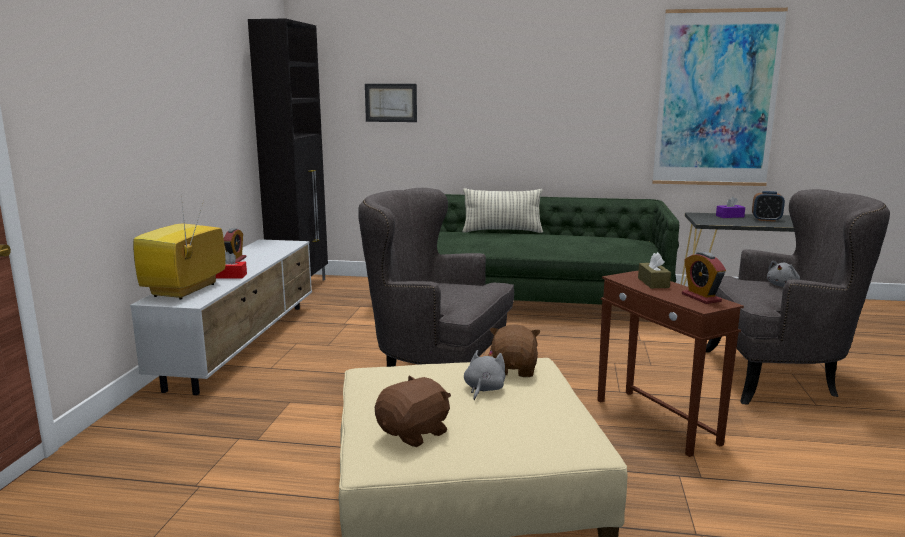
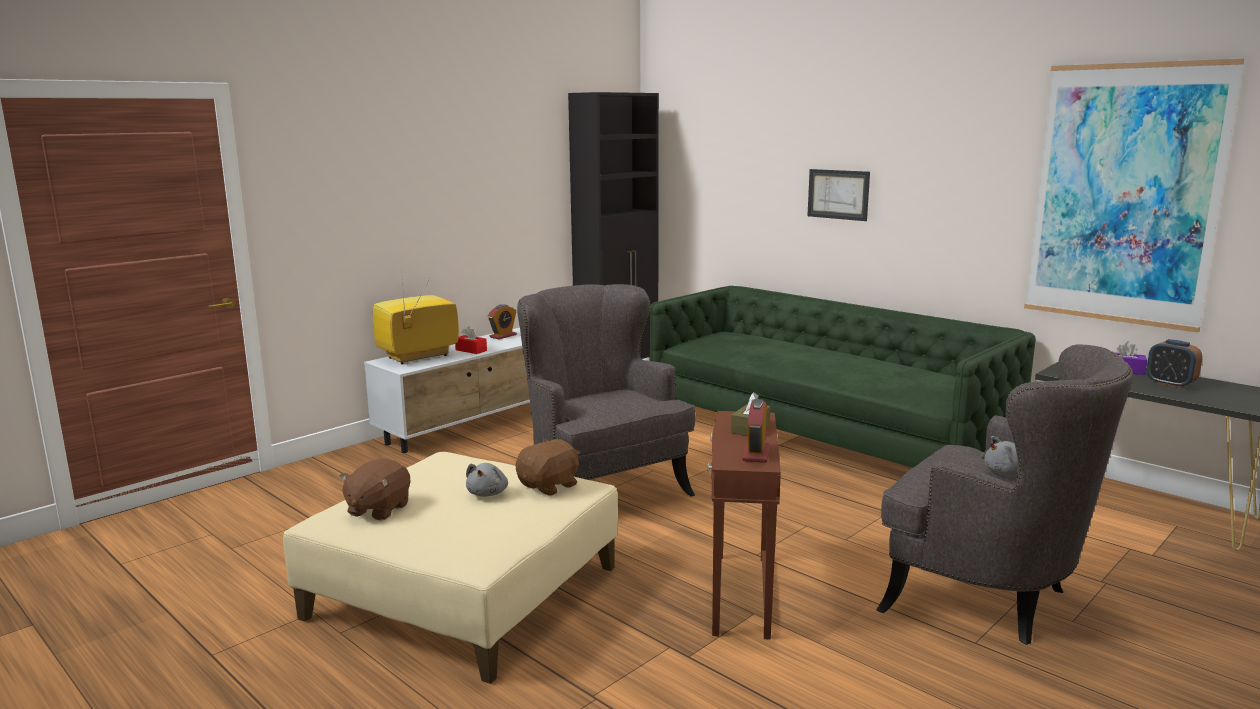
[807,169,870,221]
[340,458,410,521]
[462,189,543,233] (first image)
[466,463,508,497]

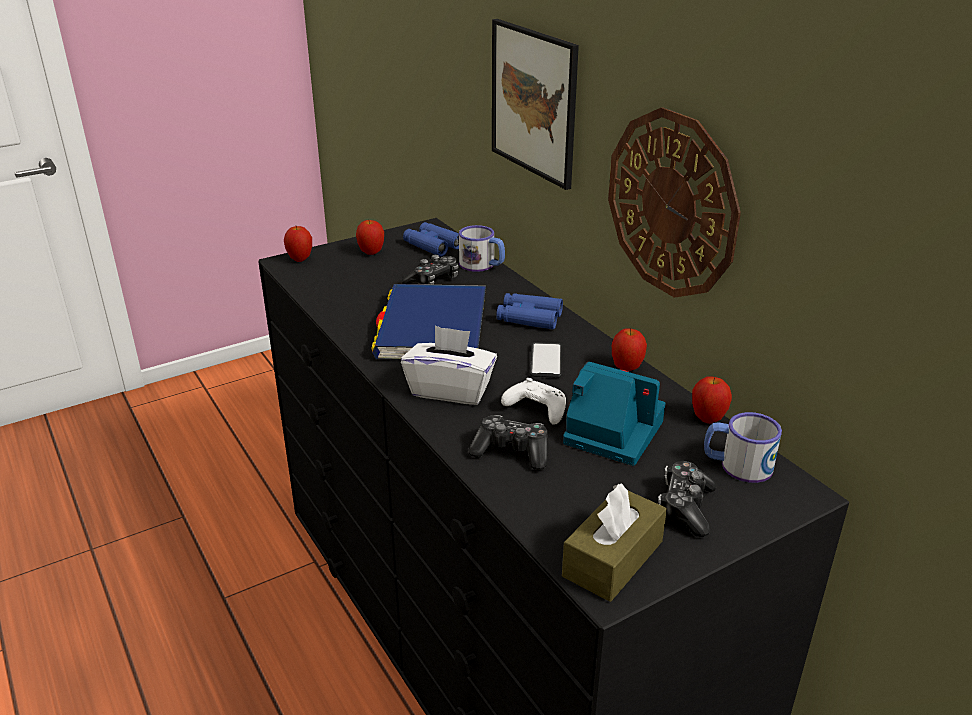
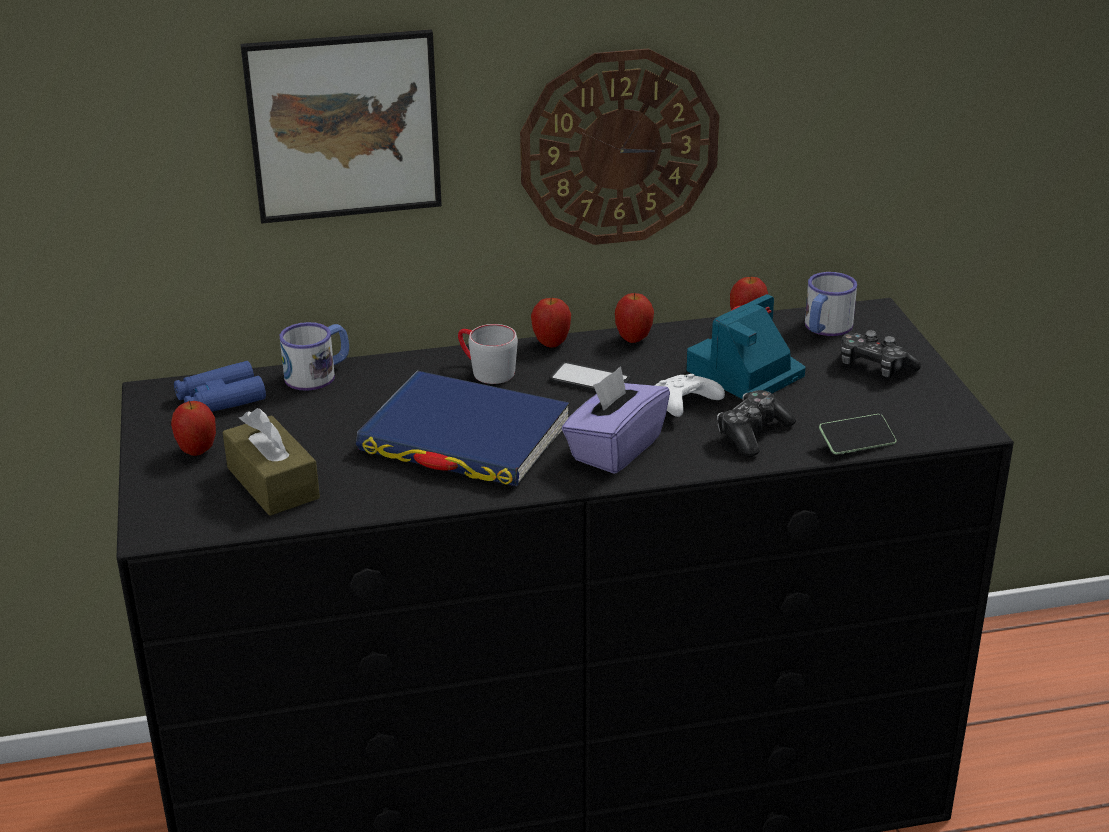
[531,297,571,347]
[401,255,459,285] (first image)
[562,366,670,474]
[458,324,518,384]
[223,408,320,516]
[819,414,896,454]

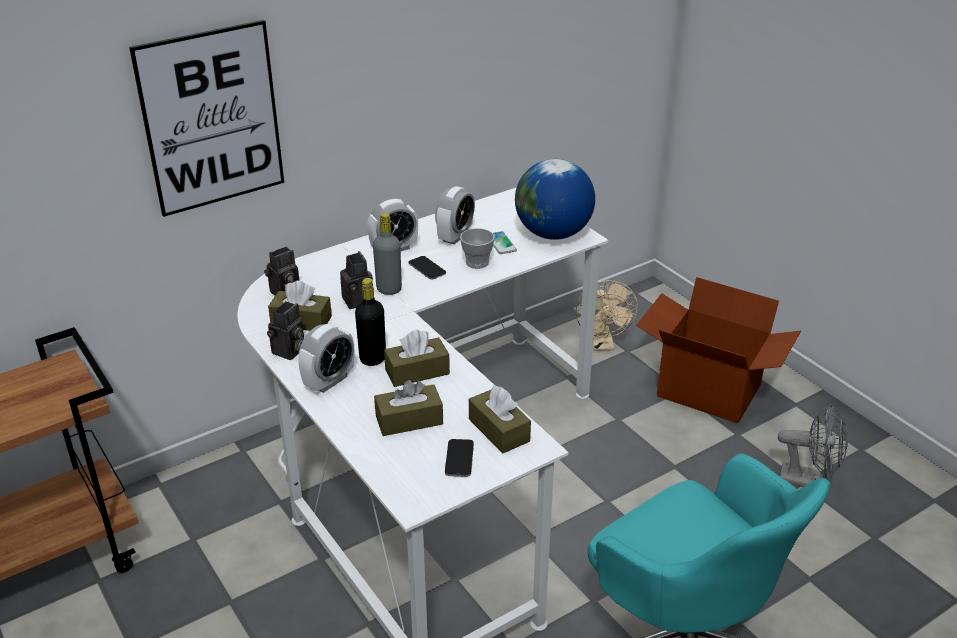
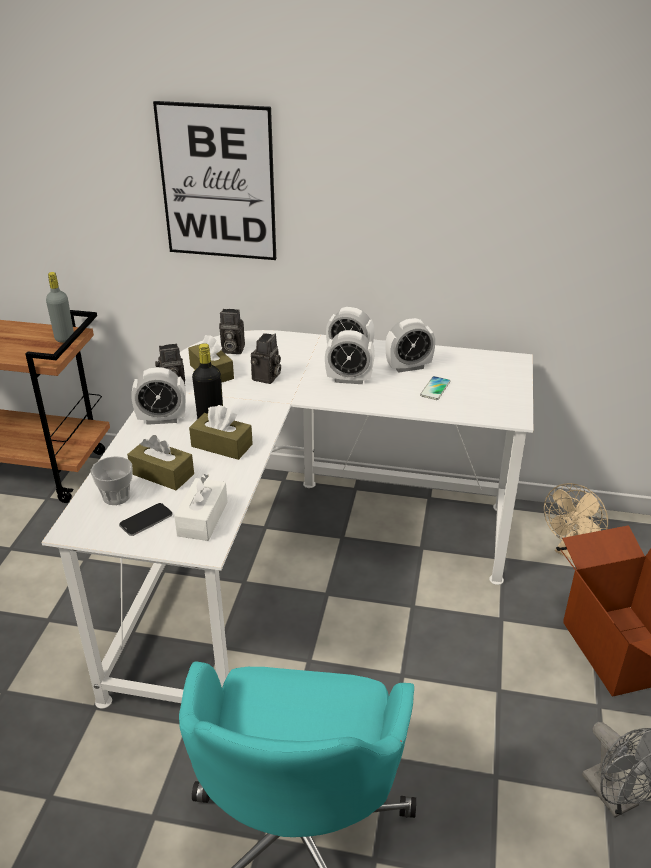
[46,272,74,343]
[325,330,375,384]
[91,456,132,505]
[174,474,228,541]
[515,159,595,240] (first image)

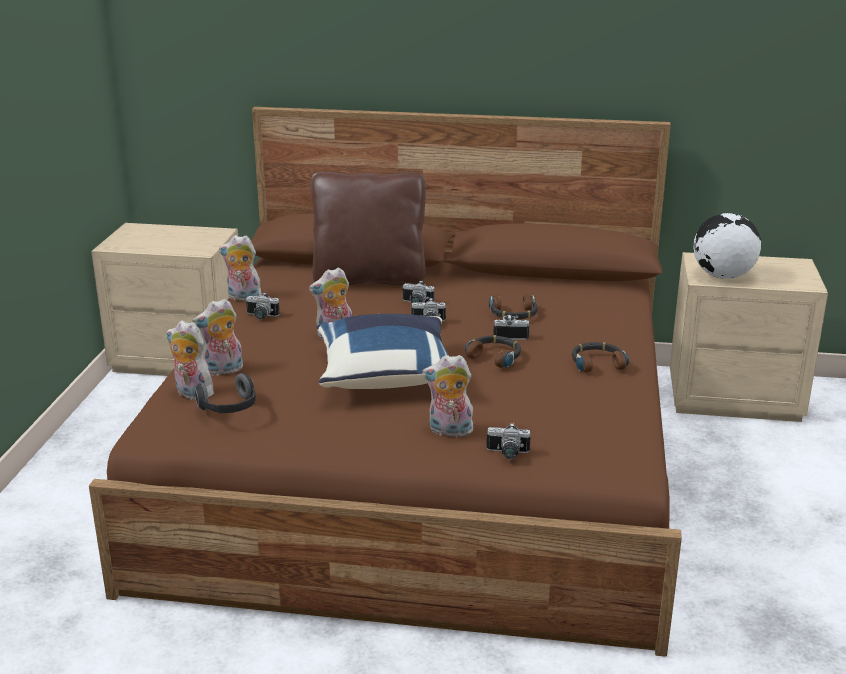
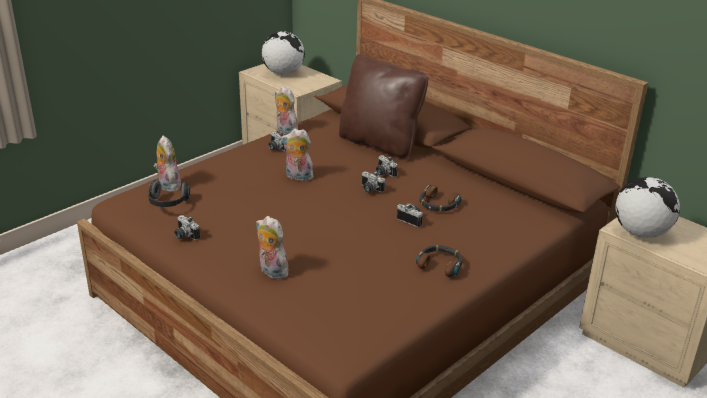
[193,299,243,376] (first image)
[316,314,449,389] (first image)
[465,335,521,368] (first image)
[174,215,200,240]
[262,31,305,75]

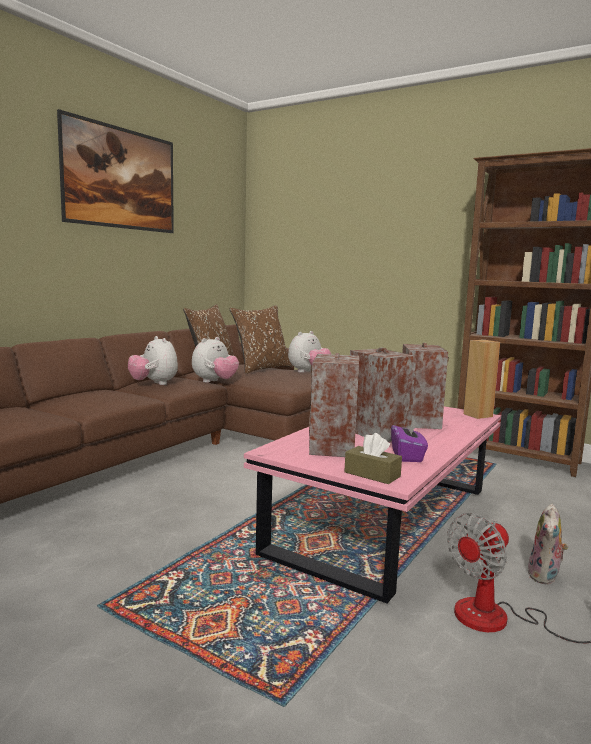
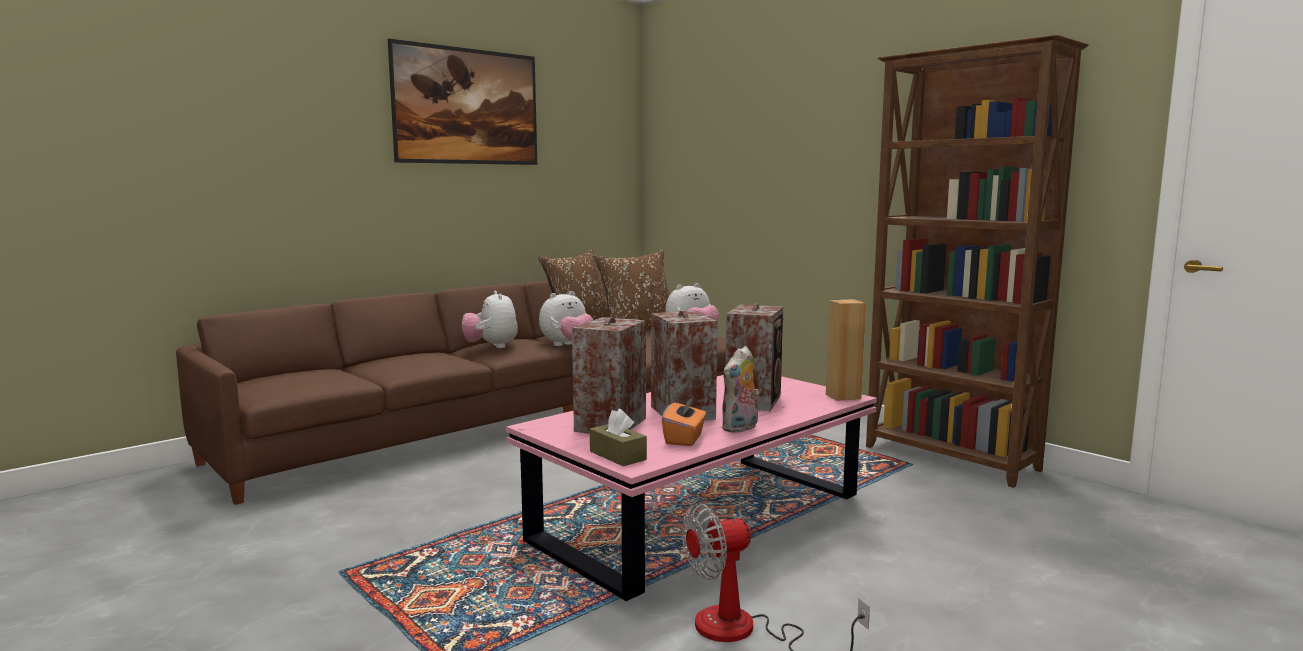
[662,396,706,446]
[722,346,759,433]

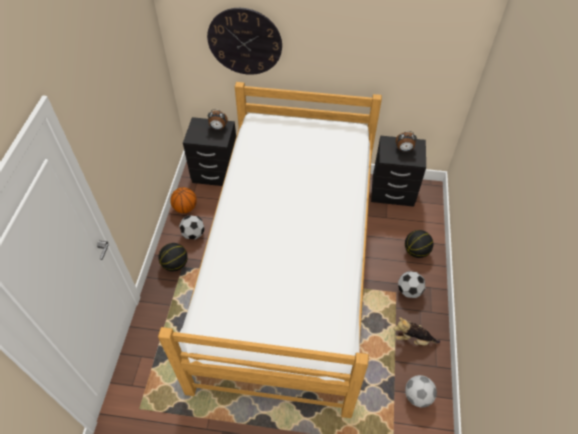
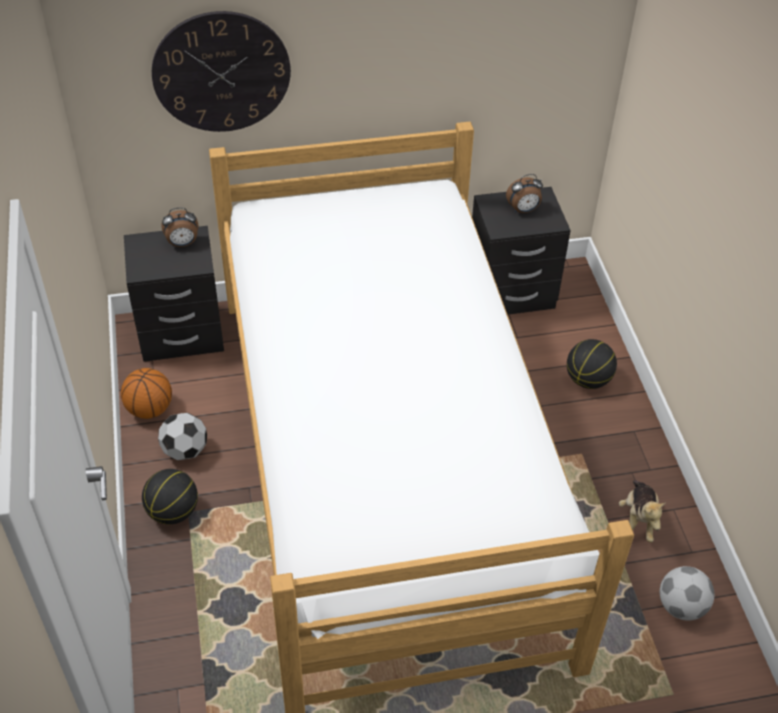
[619,480,666,543]
[398,271,425,298] (first image)

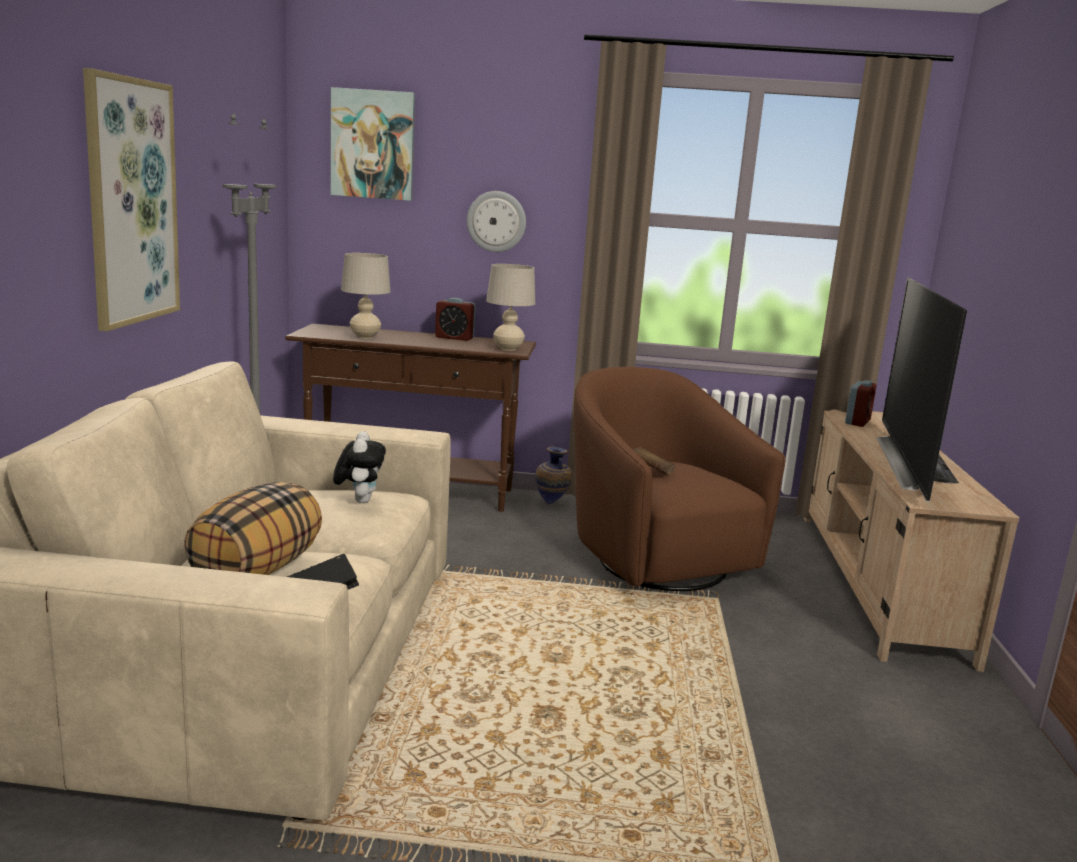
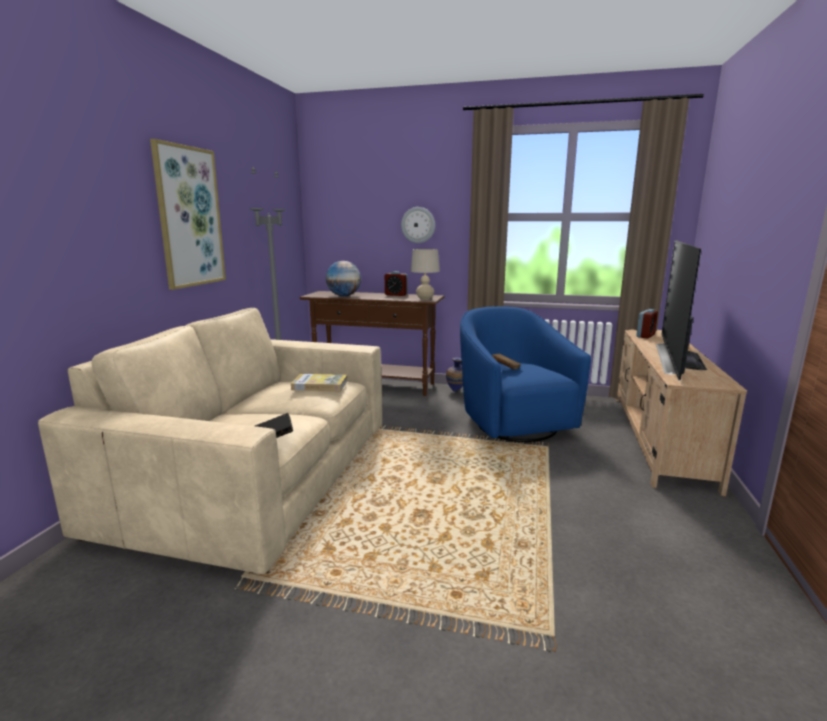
[184,482,322,575] (first image)
[331,87,415,201] (first image)
[291,374,347,391]
[326,261,361,296]
[460,306,591,442]

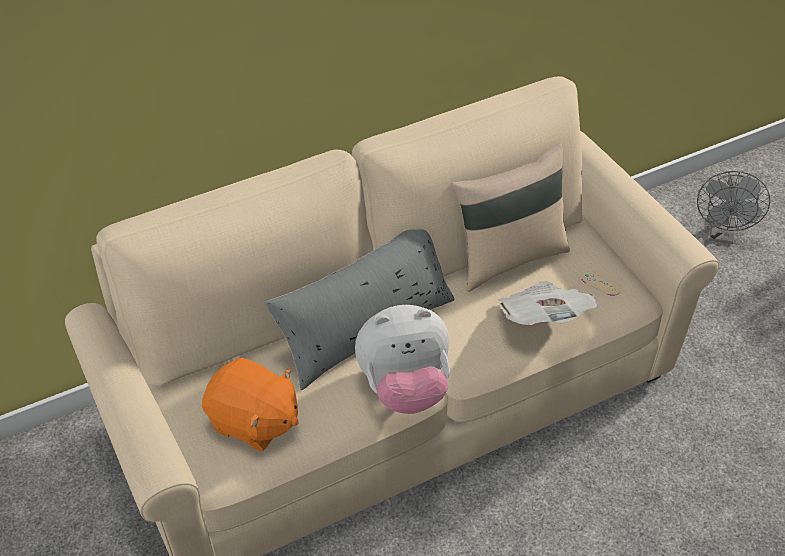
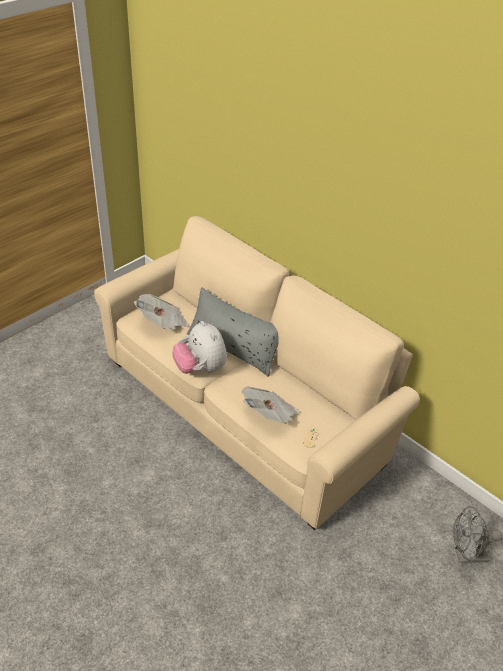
[134,294,189,330]
[450,143,570,292] (first image)

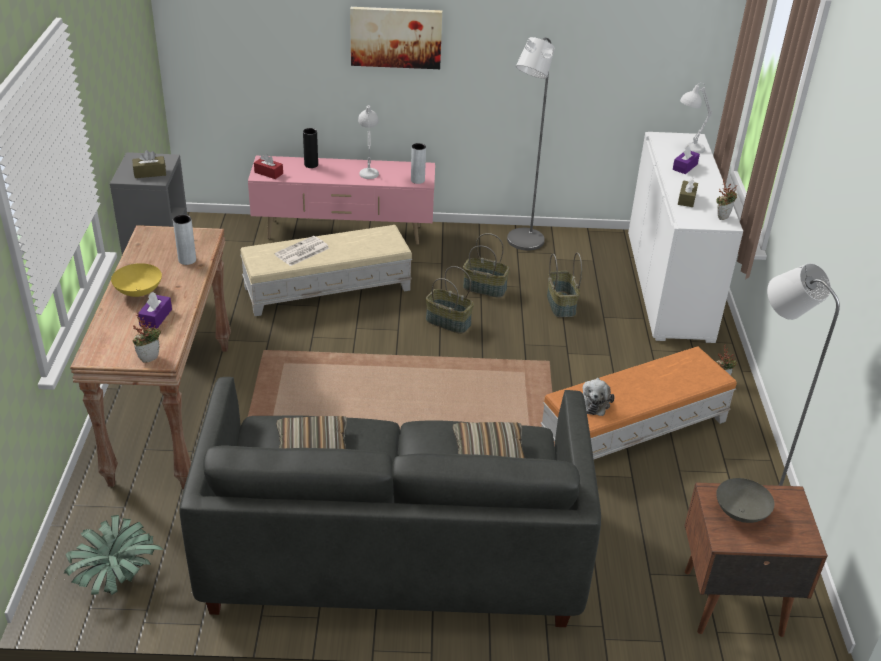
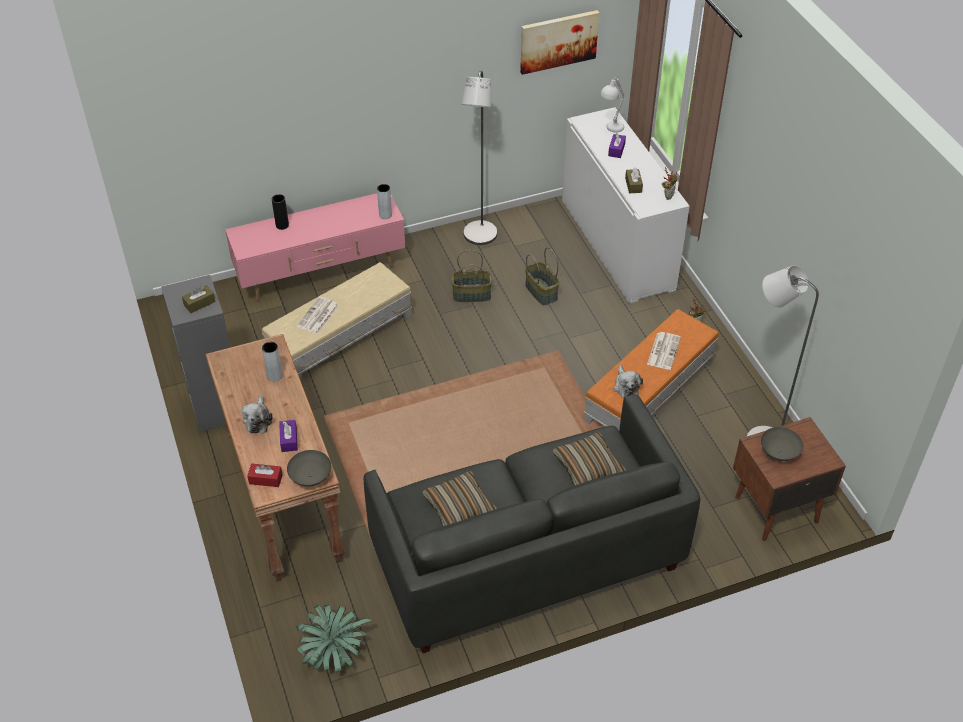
[242,395,273,433]
[287,450,331,487]
[247,464,283,487]
[520,10,599,75]
[358,105,379,179] (first image)
[425,266,474,334] (first image)
[647,332,681,370]

